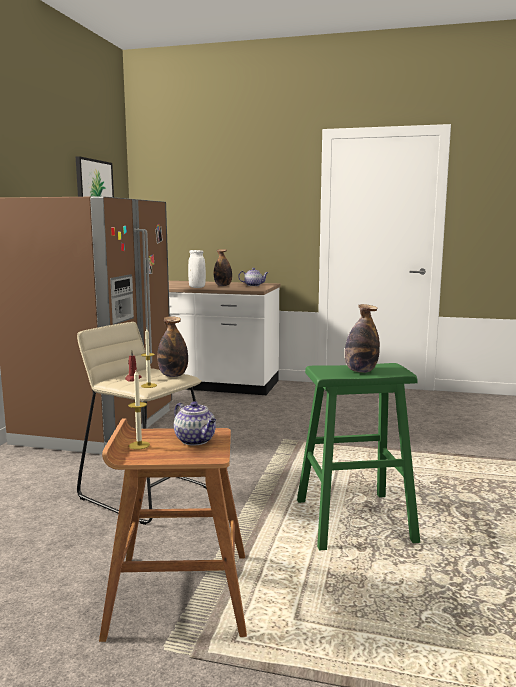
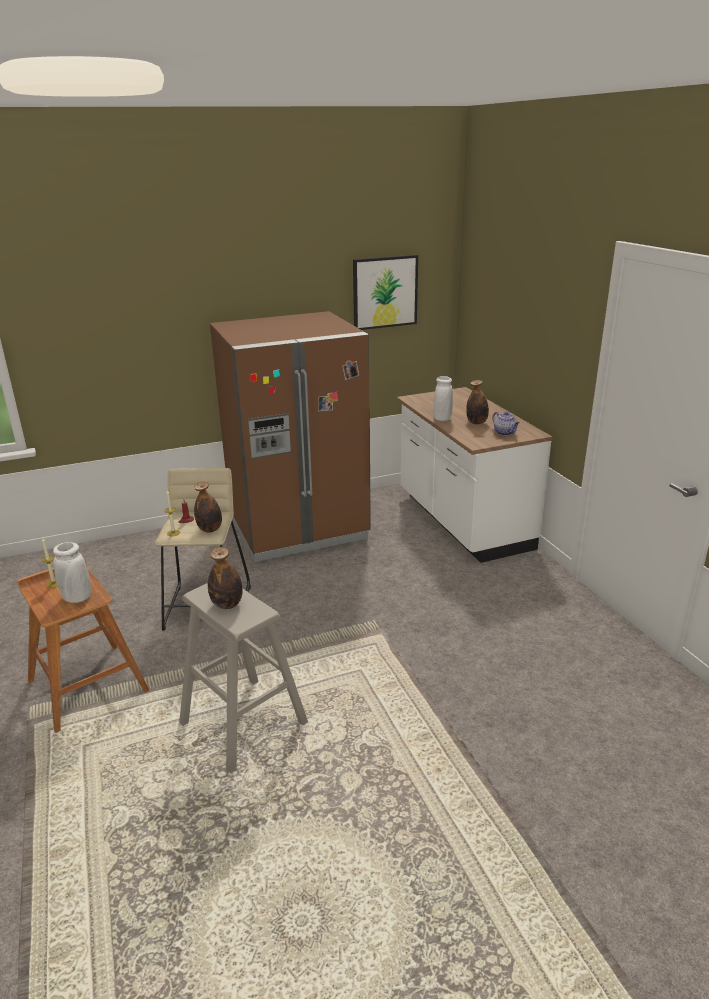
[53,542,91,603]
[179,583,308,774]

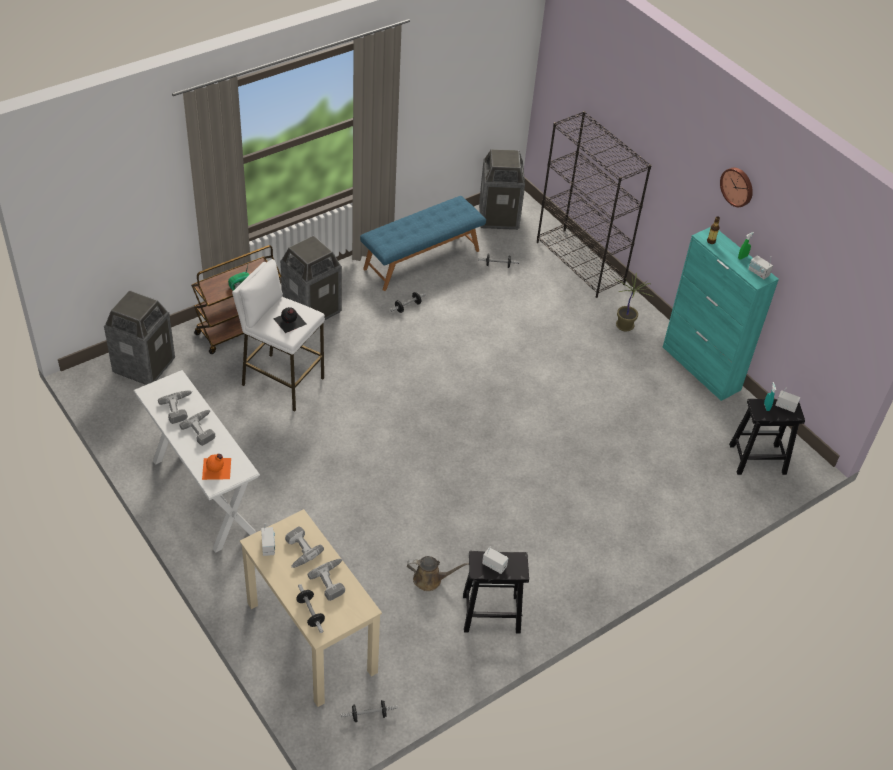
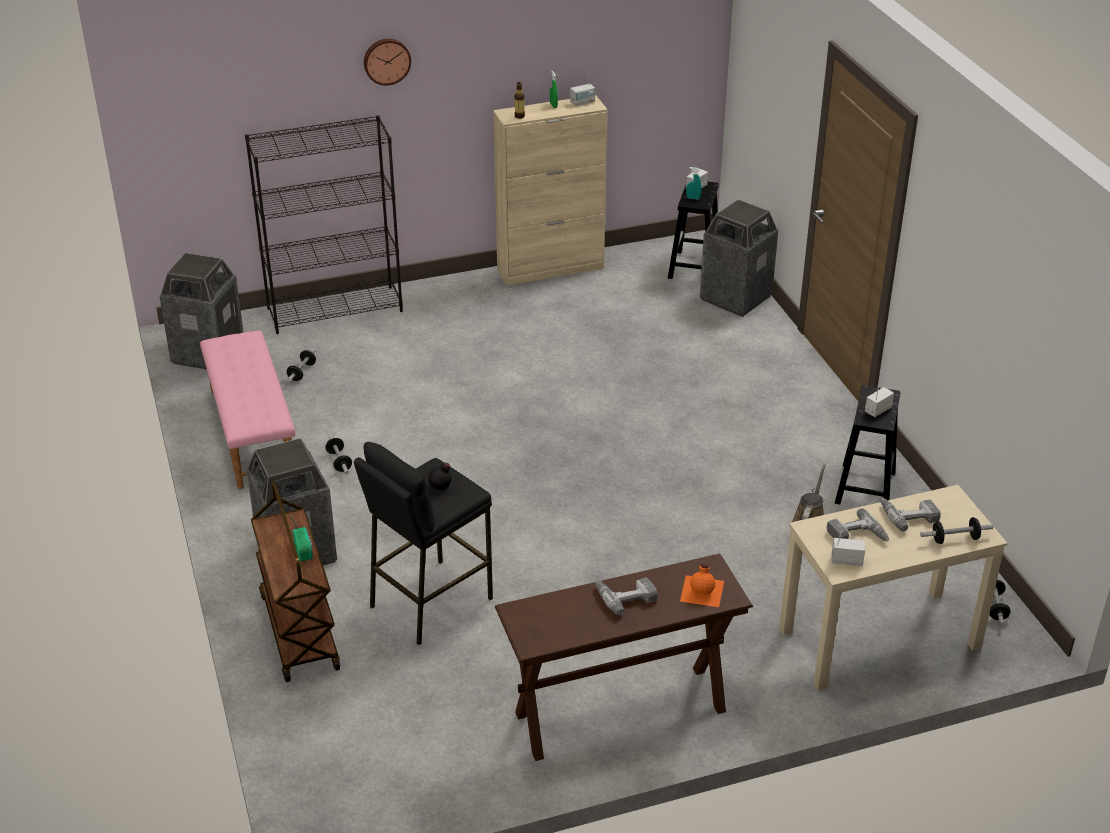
[700,199,778,317]
[495,554,753,761]
[158,391,192,424] (first image)
[354,442,493,645]
[200,331,295,489]
[616,273,652,331] (first image)
[493,95,608,286]
[364,39,411,86]

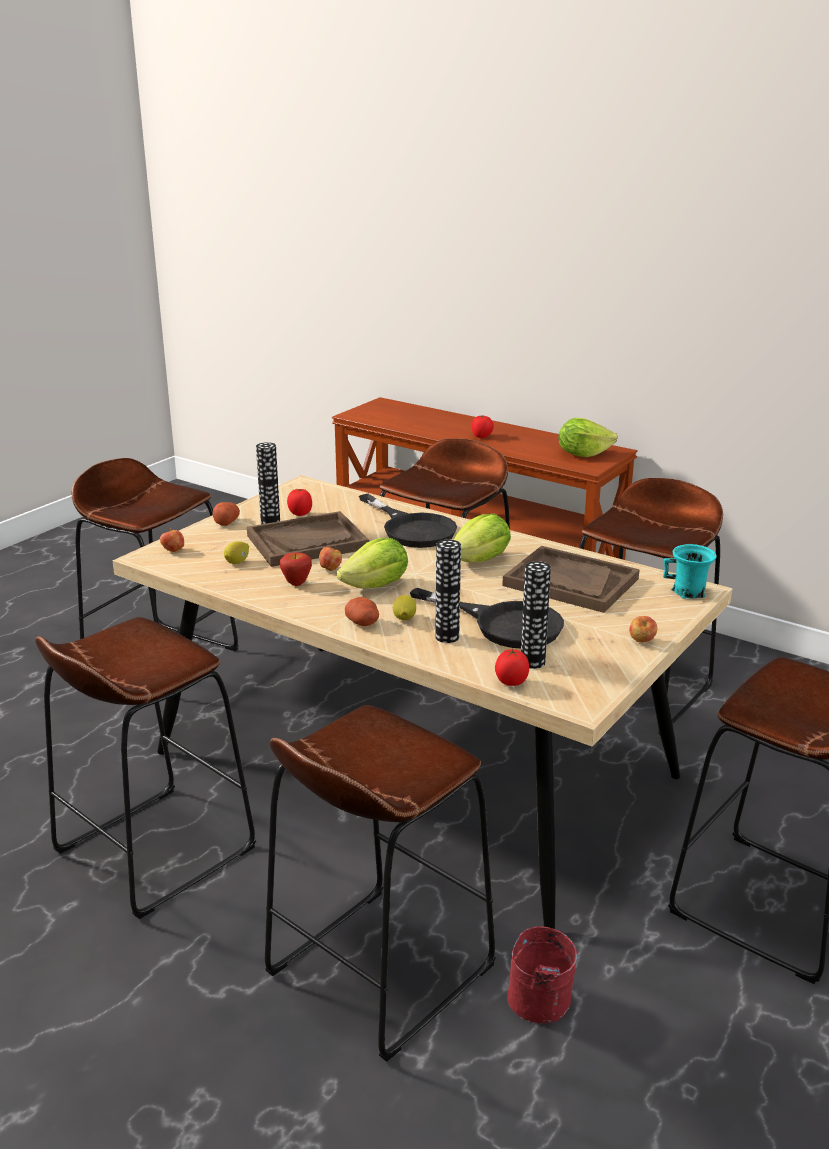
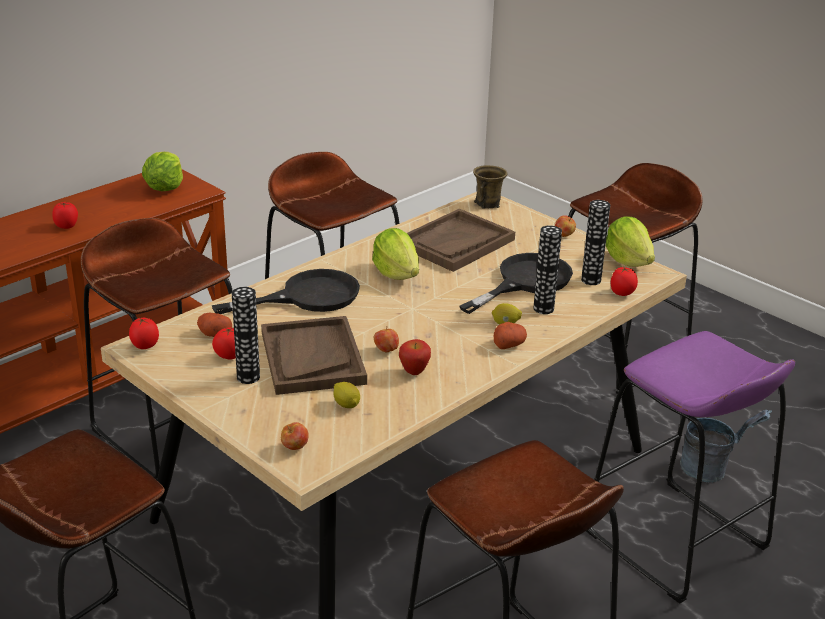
[197,313,232,337]
[586,331,795,604]
[606,217,655,267]
[680,410,772,482]
[473,165,508,209]
[129,317,159,349]

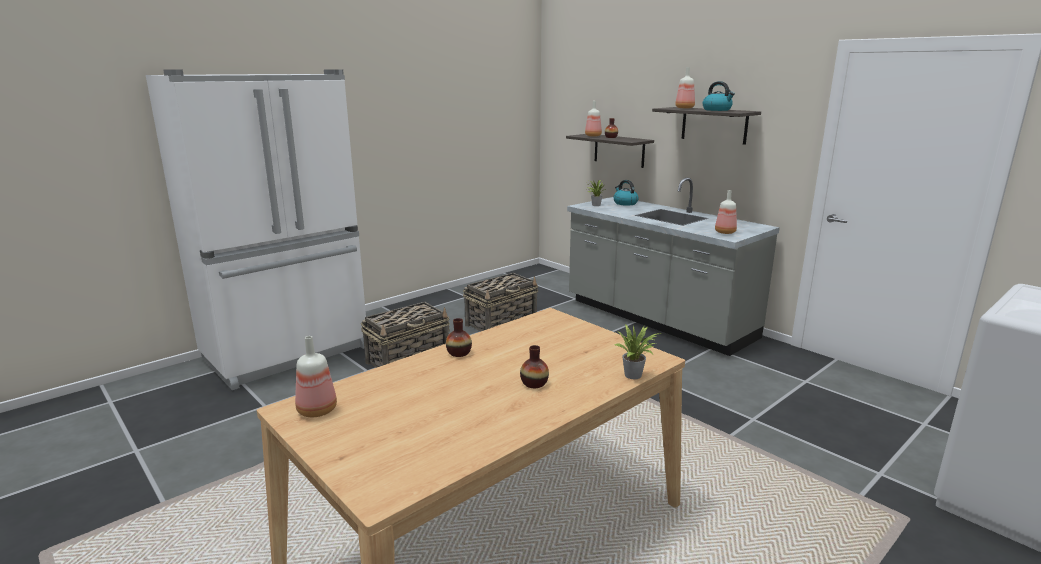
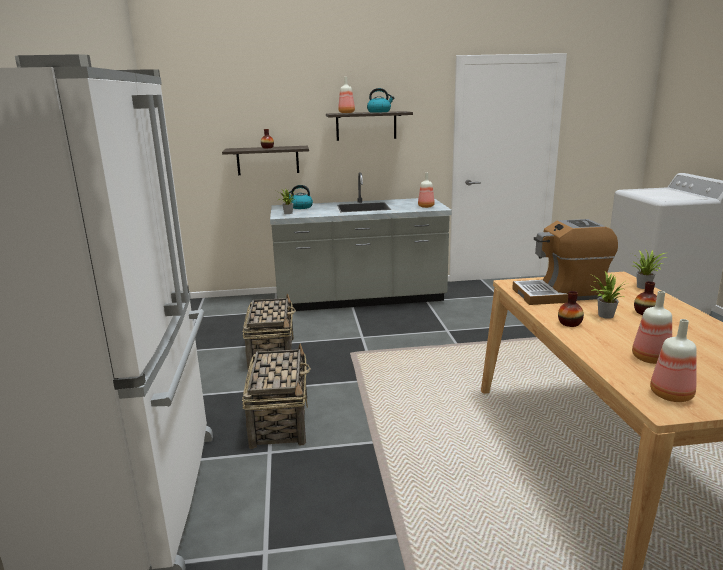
[632,291,672,364]
[512,219,618,305]
[589,271,625,319]

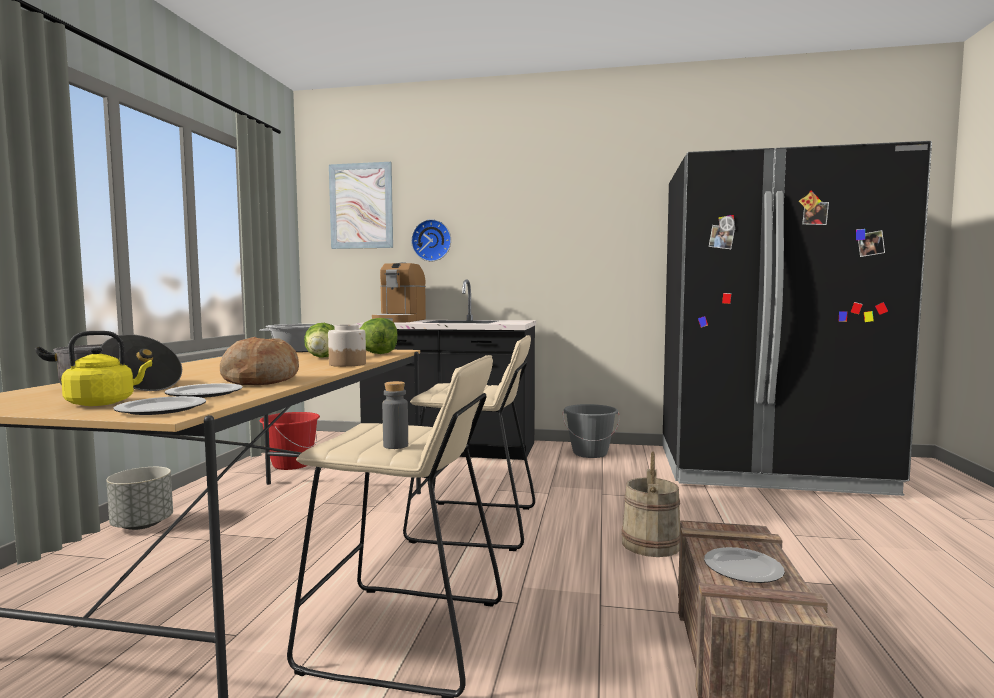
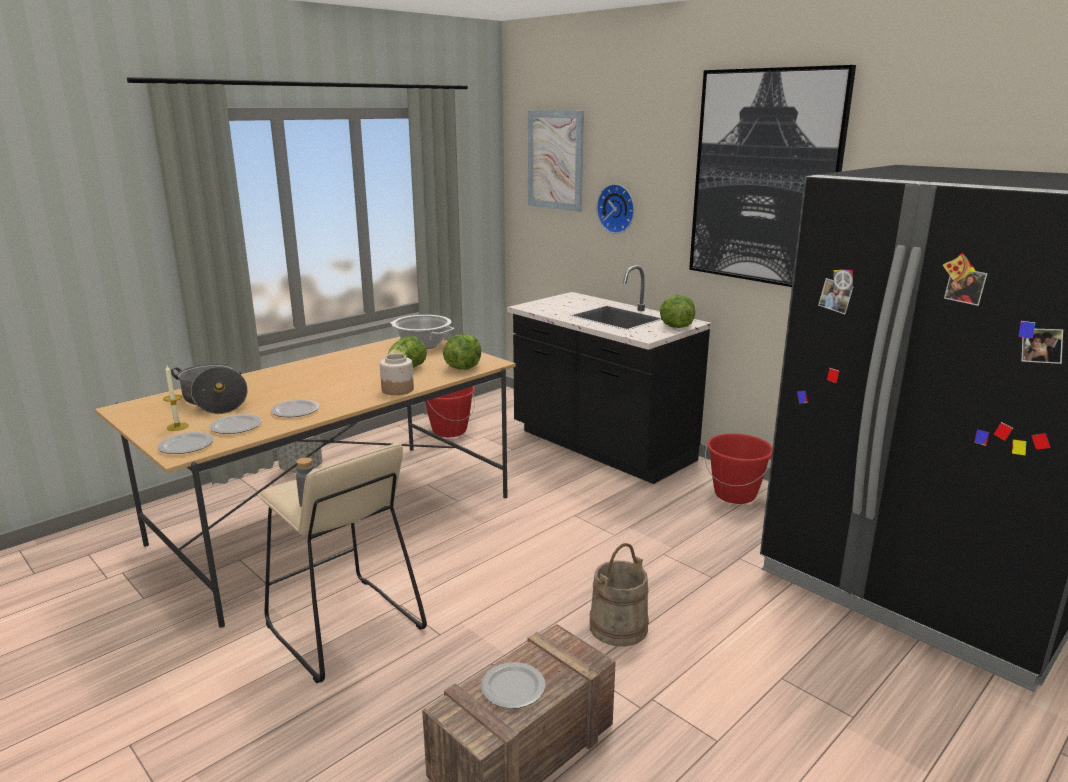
[163,365,189,431]
[271,399,319,417]
[372,262,426,323] (first image)
[403,335,535,551] (first image)
[705,433,773,504]
[660,295,695,328]
[689,65,856,287]

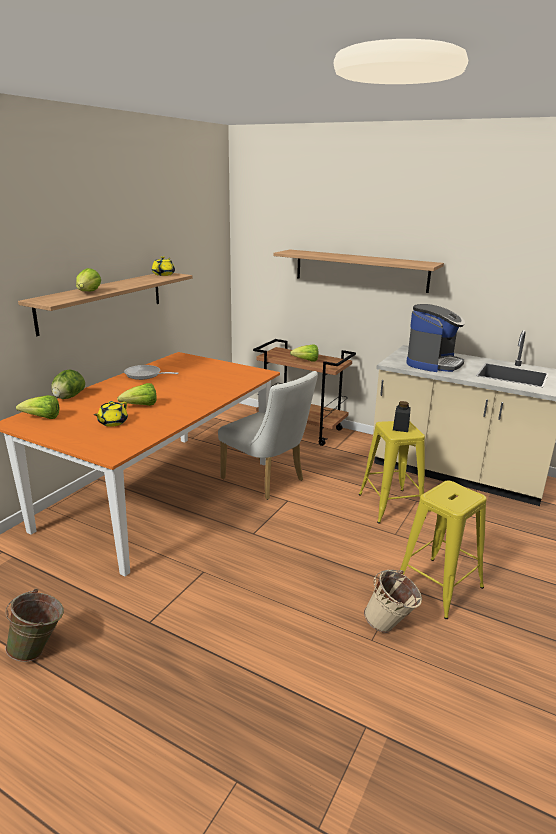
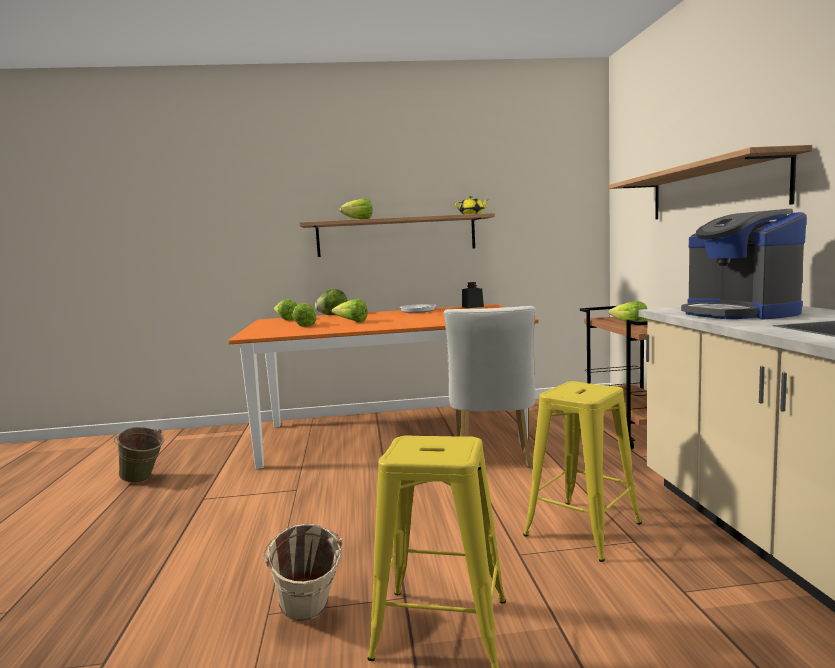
[292,303,317,327]
[462,282,484,308]
[681,209,807,320]

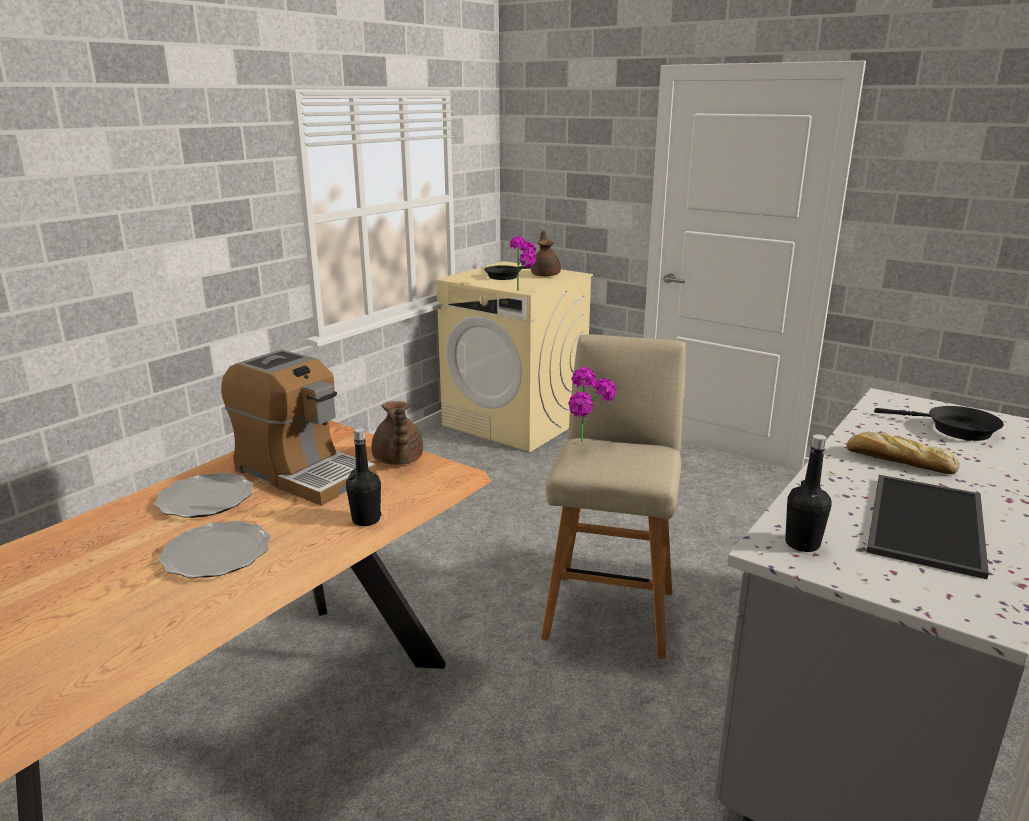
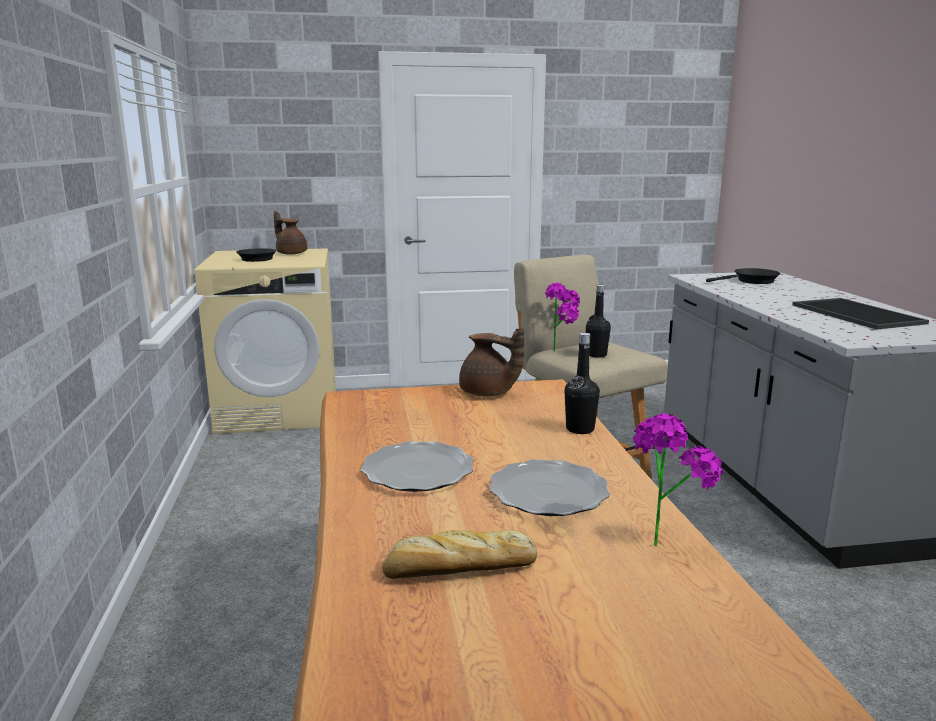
[221,349,377,506] (first image)
[633,413,723,546]
[586,285,611,358]
[382,530,537,579]

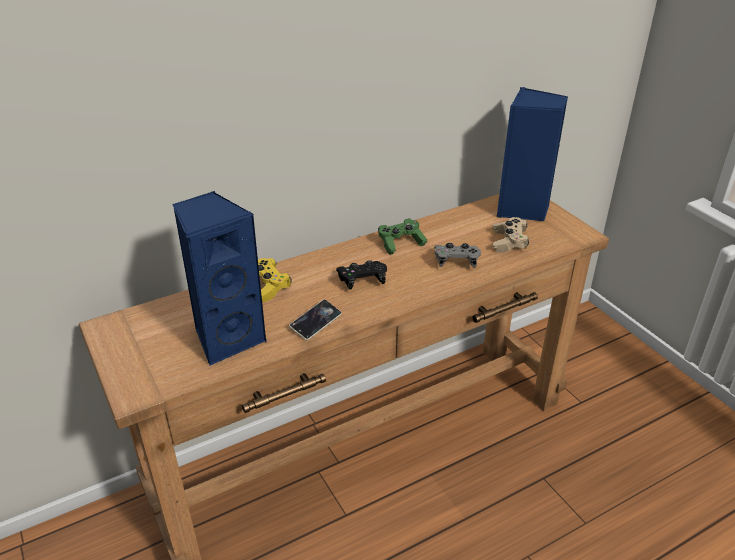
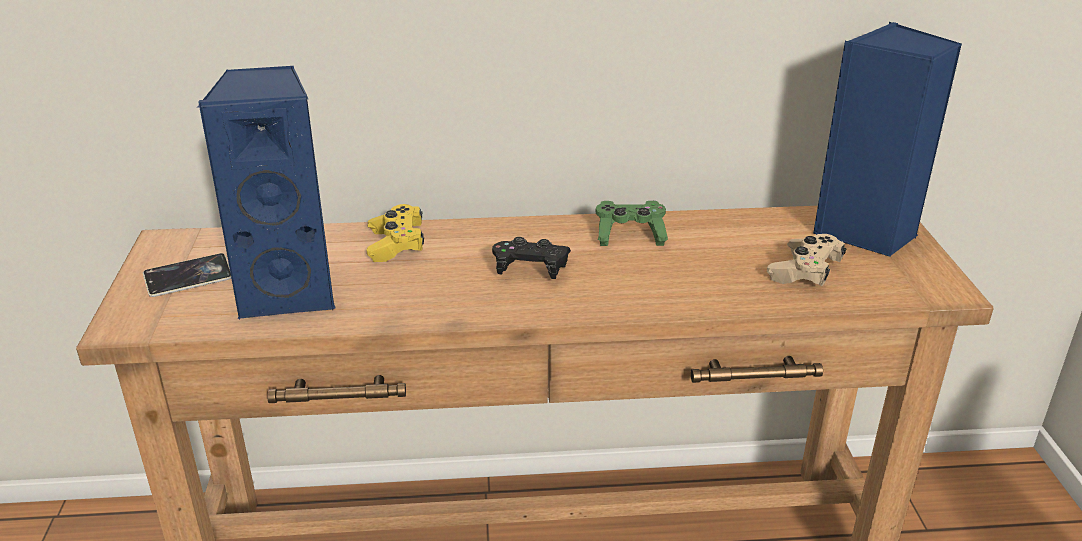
[143,253,231,297]
[434,243,481,268] (first image)

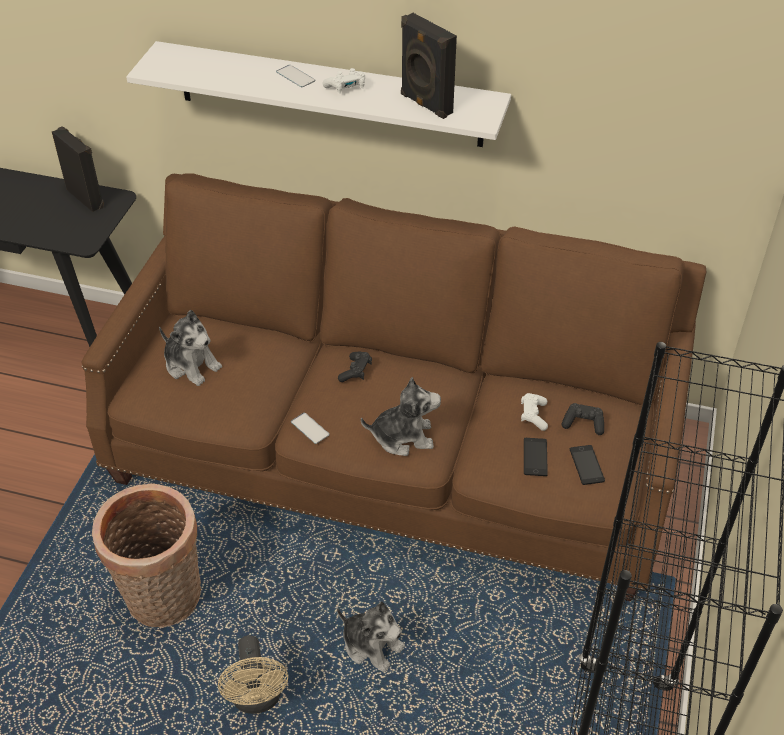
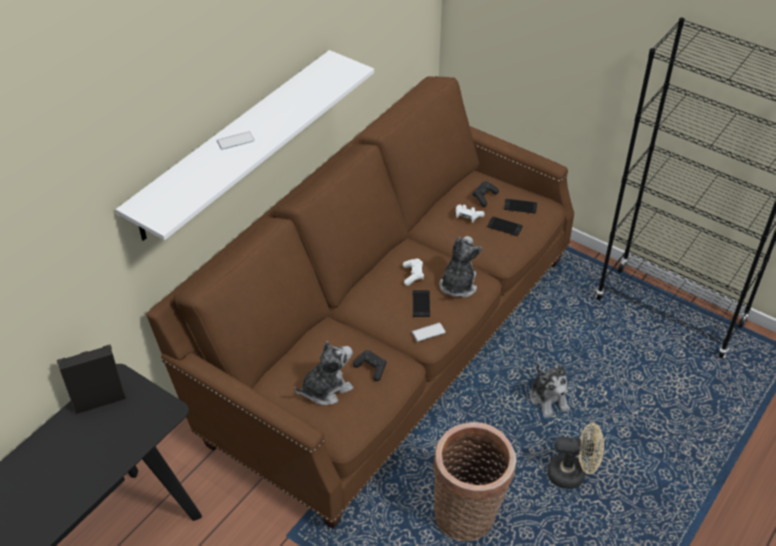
[403,259,424,286]
[530,363,570,417]
[353,350,387,381]
[401,13,457,119] (first image)
[413,290,430,317]

